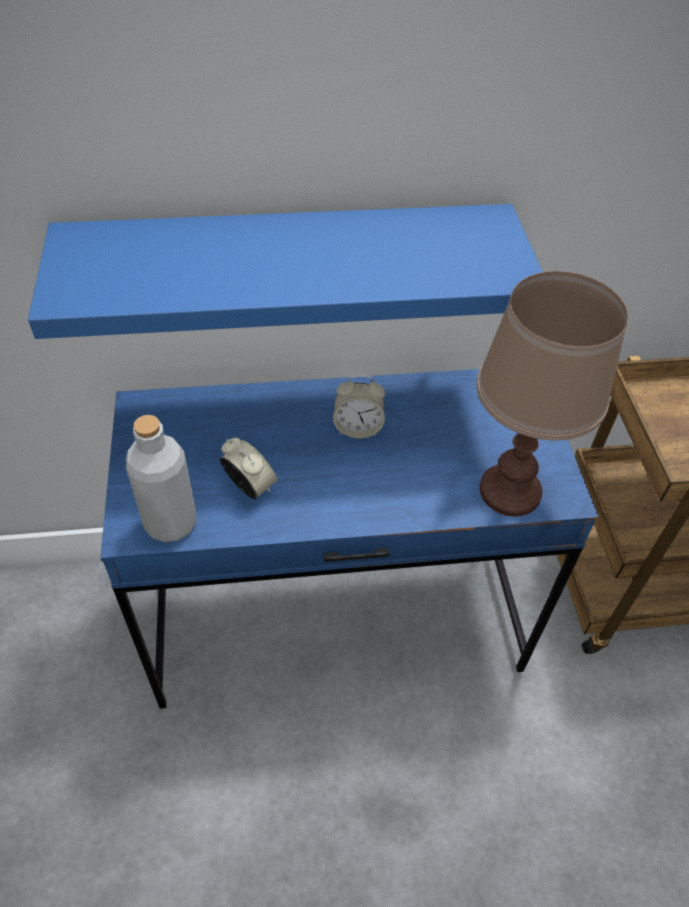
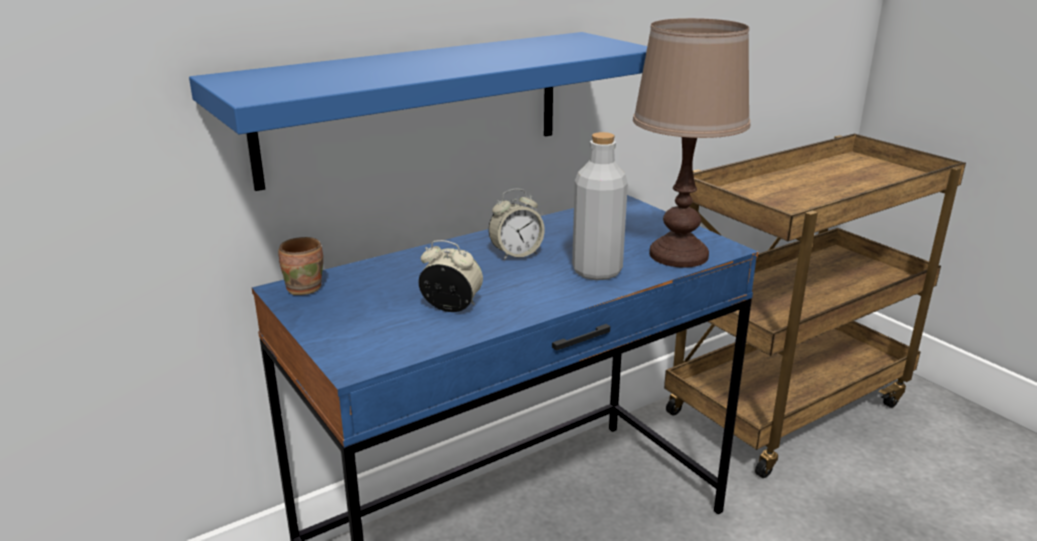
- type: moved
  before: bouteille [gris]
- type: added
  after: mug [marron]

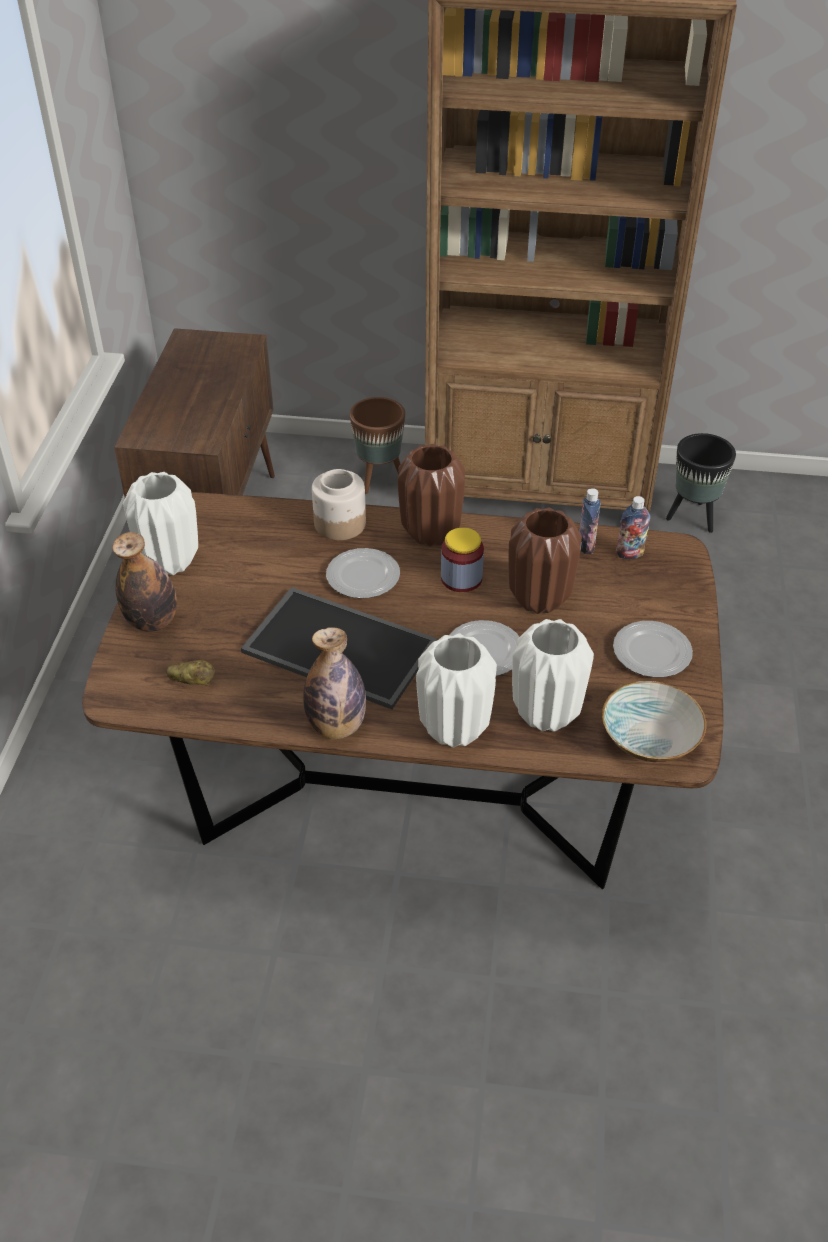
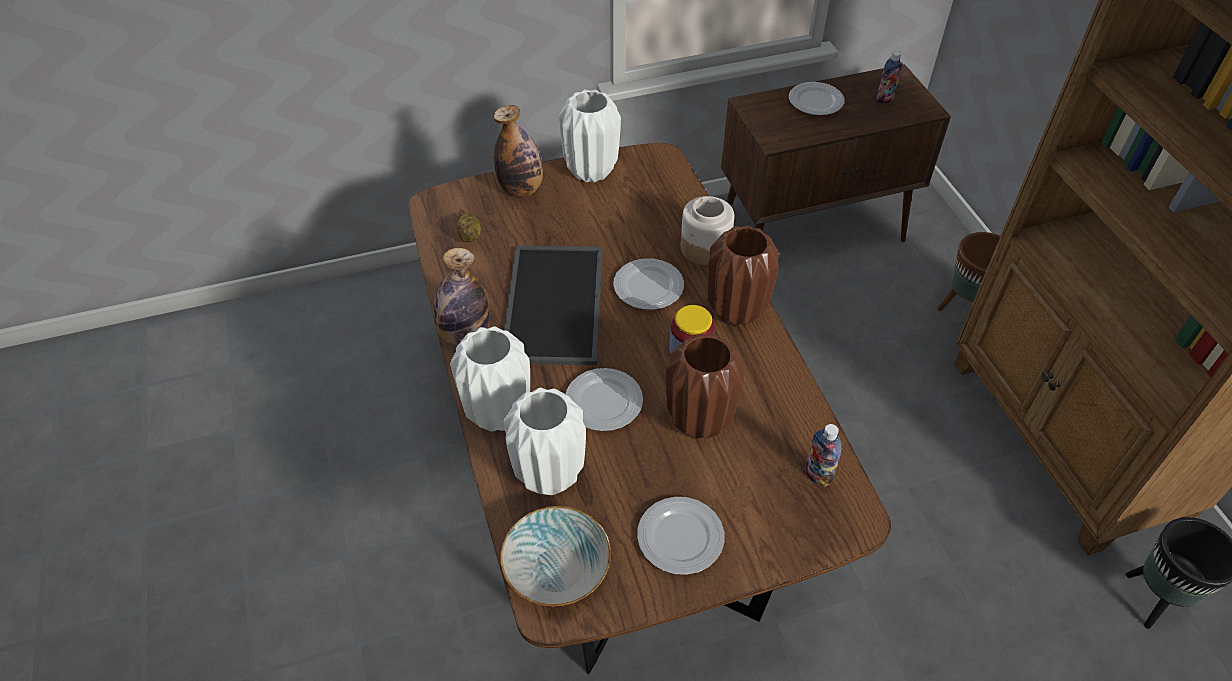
- type: moved
  before: bouteille (3rd from left in the first image)
  after: bouteille (4th from left)
- type: added
  after: assiette (4th from left)

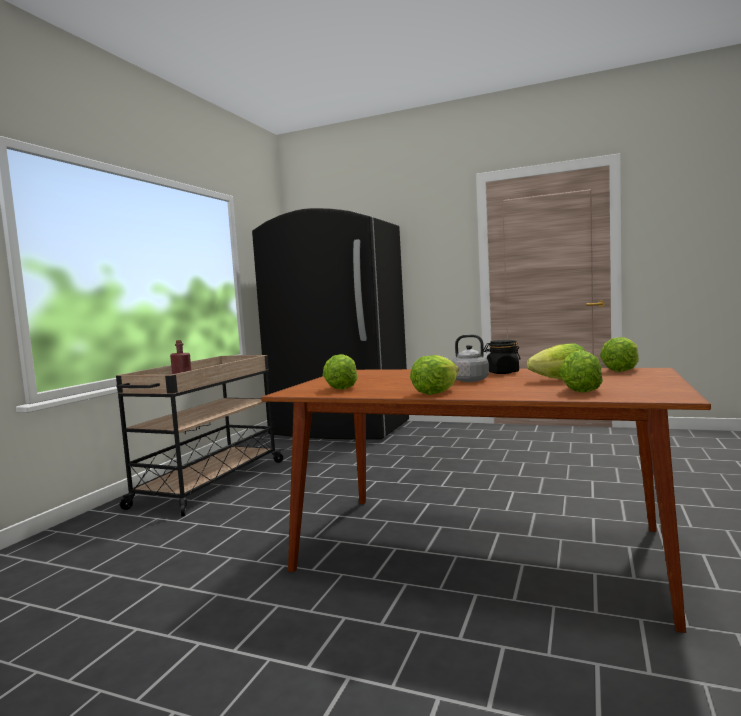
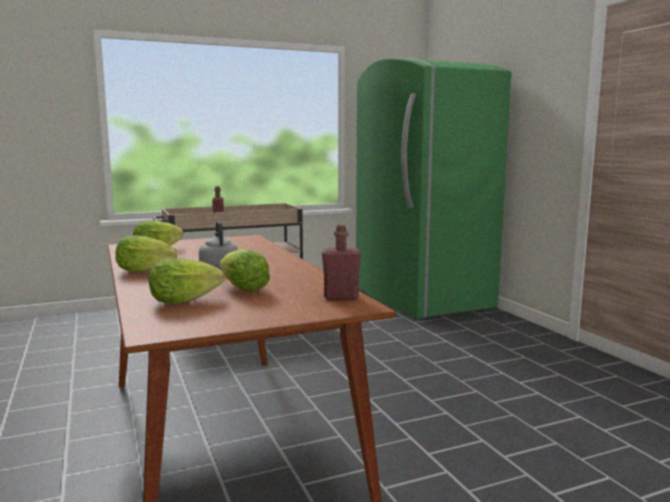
- type: recoloured
  before: réfrigérateur [noir]
  after: réfrigérateur [vert]
- type: replaced
  before: laitue (5th from left)
  after: bouteille [rouge] (2nd from left)
- type: removed
  before: bocal [noir]

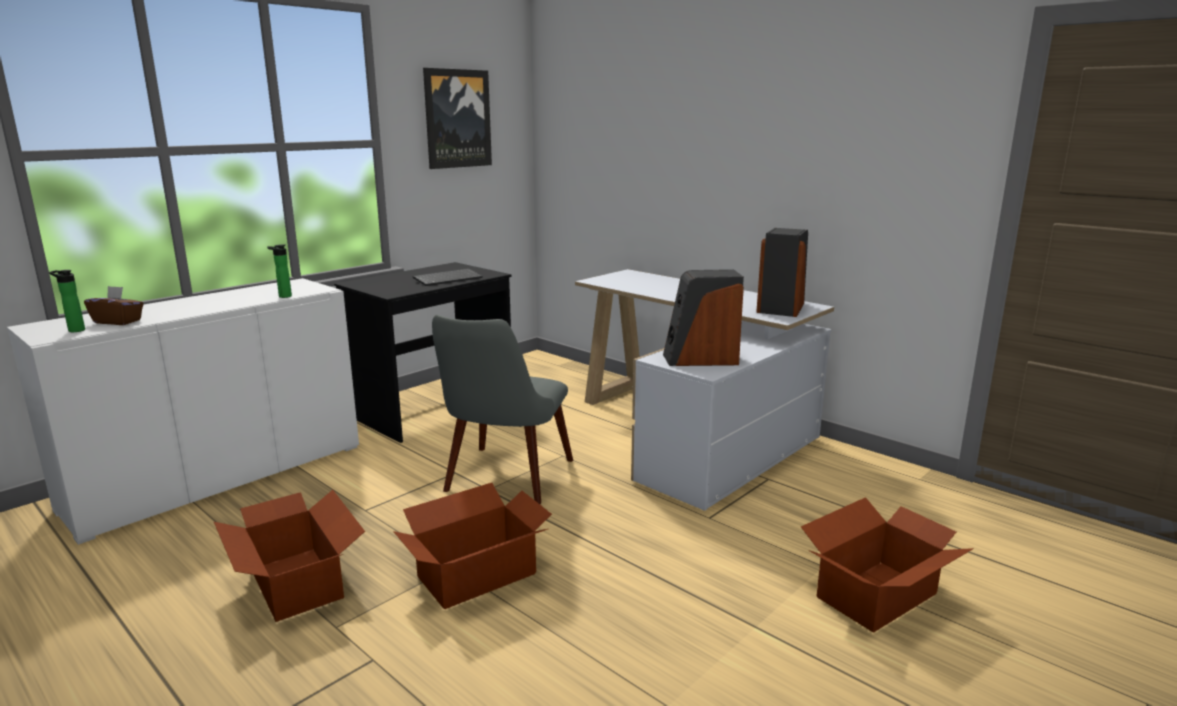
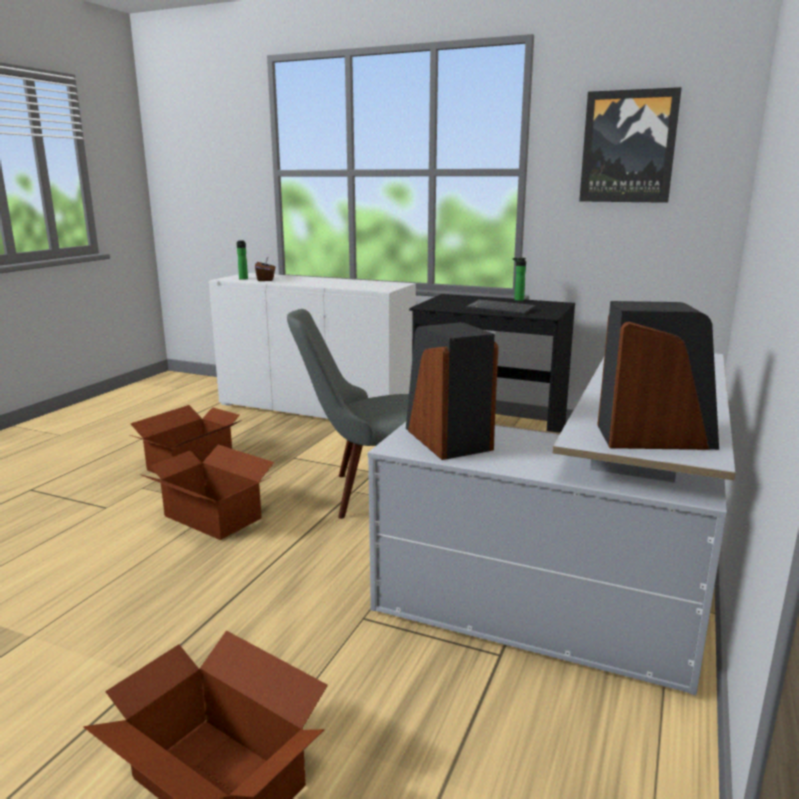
- type: moved
  before: bouteille (2nd from left)

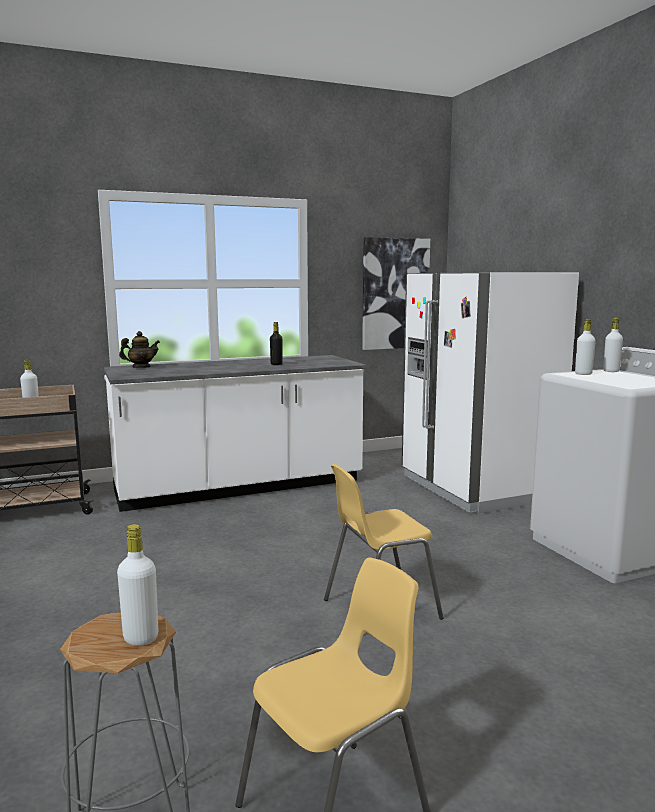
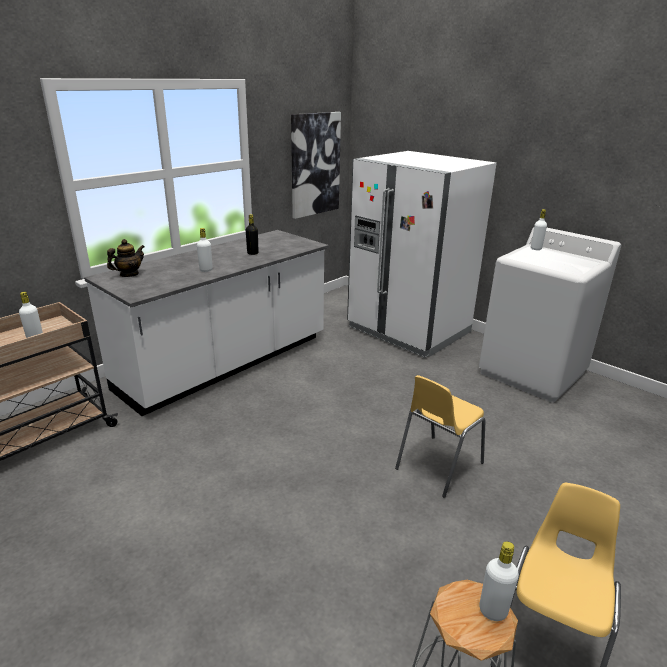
- type: moved
  before: bouteille [blanc] (3rd from left in the first image)
  after: bouteille [blanc] (2nd from left)

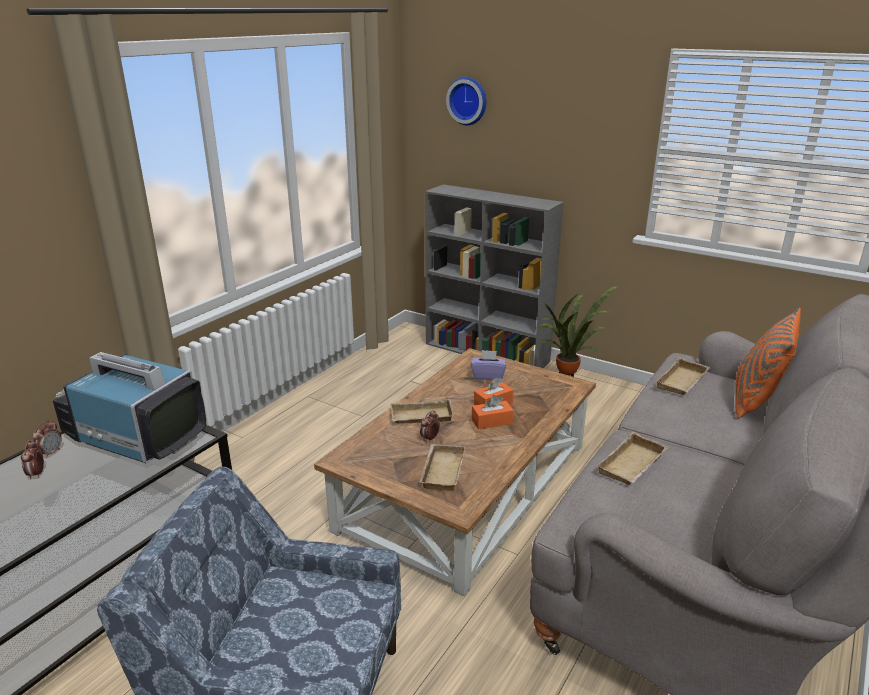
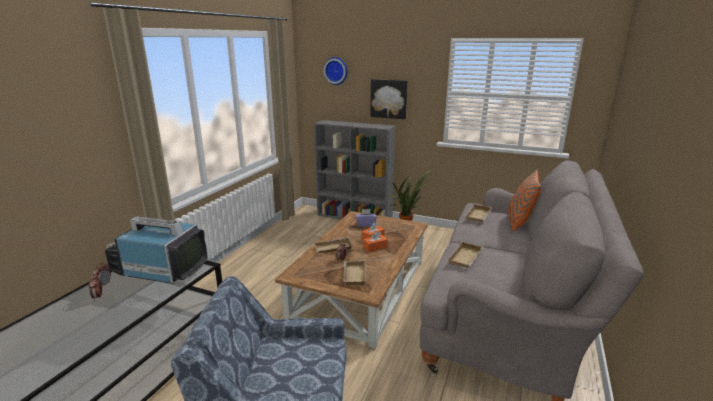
- type: added
  after: tableau

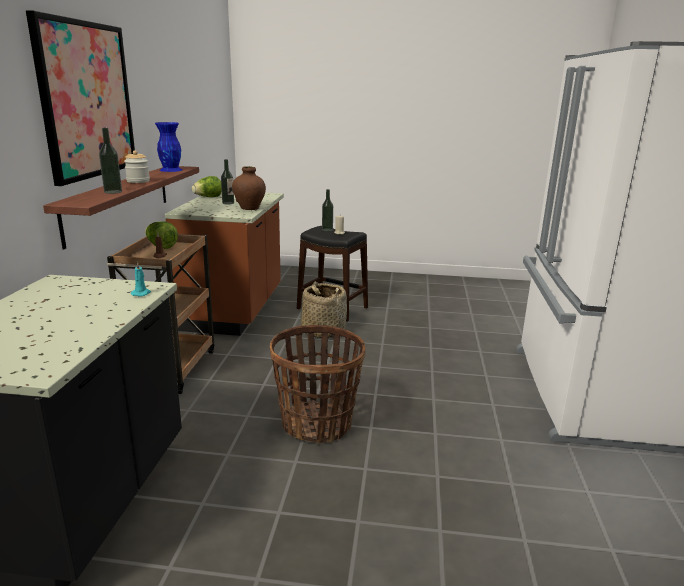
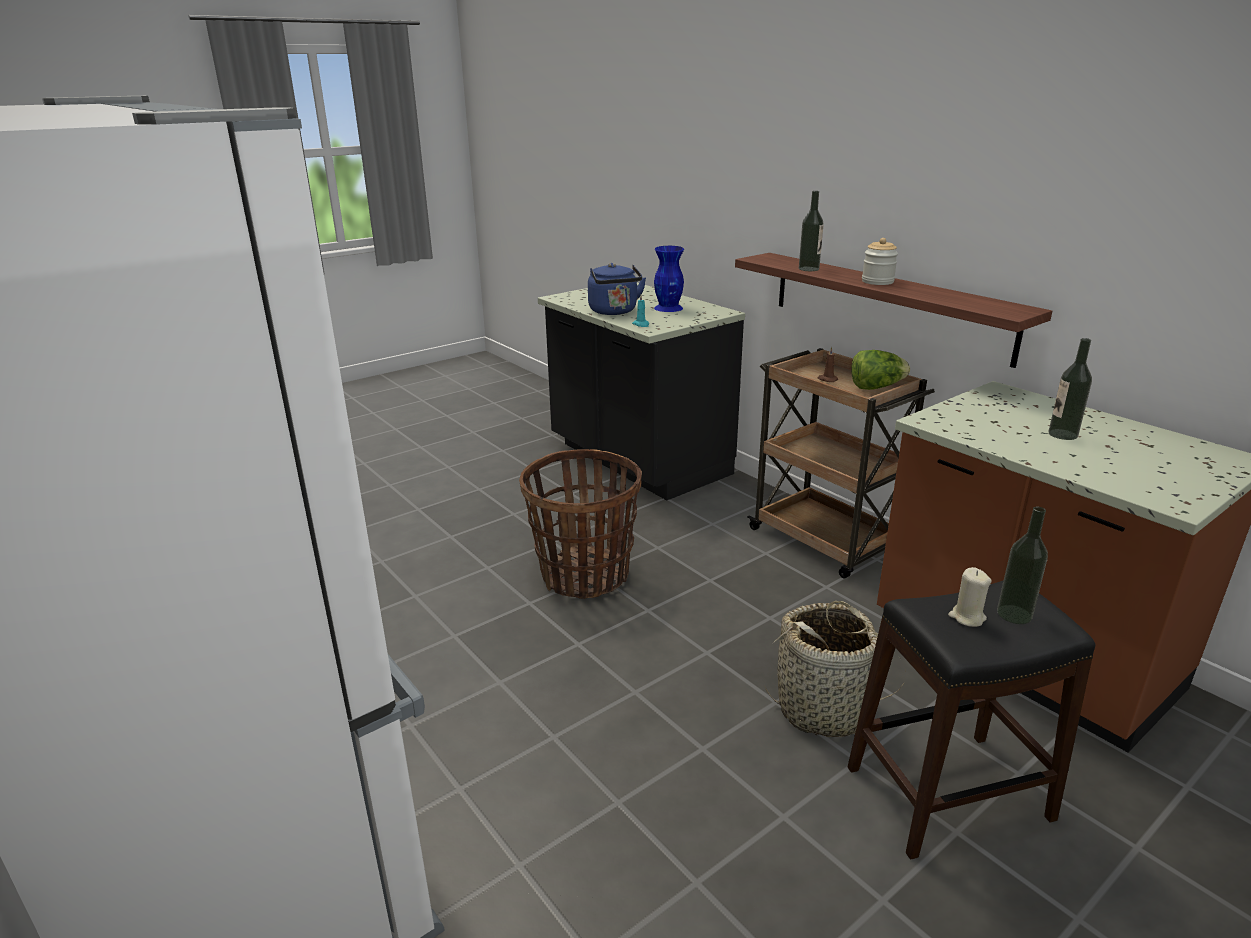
- type: removed
  before: tableau
- type: moved
  before: vase [bleu]
- type: removed
  before: vase [marron]
- type: removed
  before: laitue (2nd from left)
- type: added
  after: bouilloire [bleu]

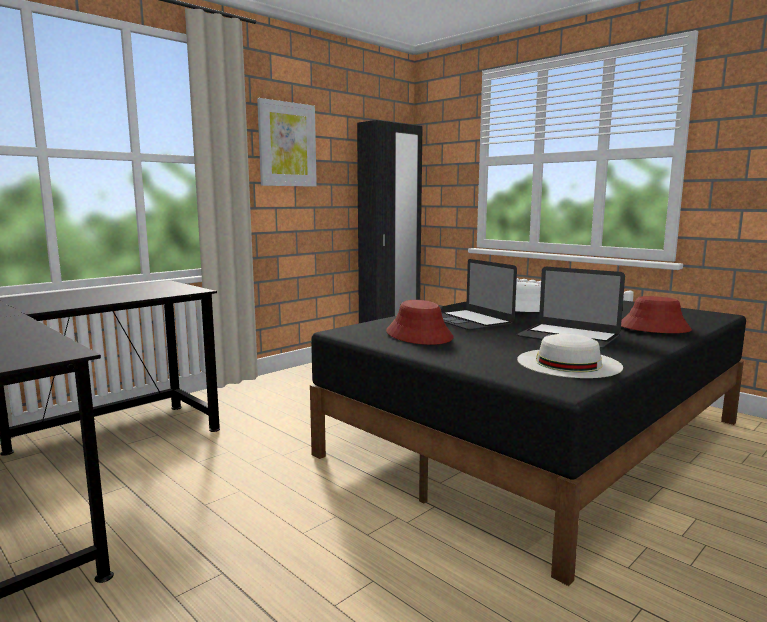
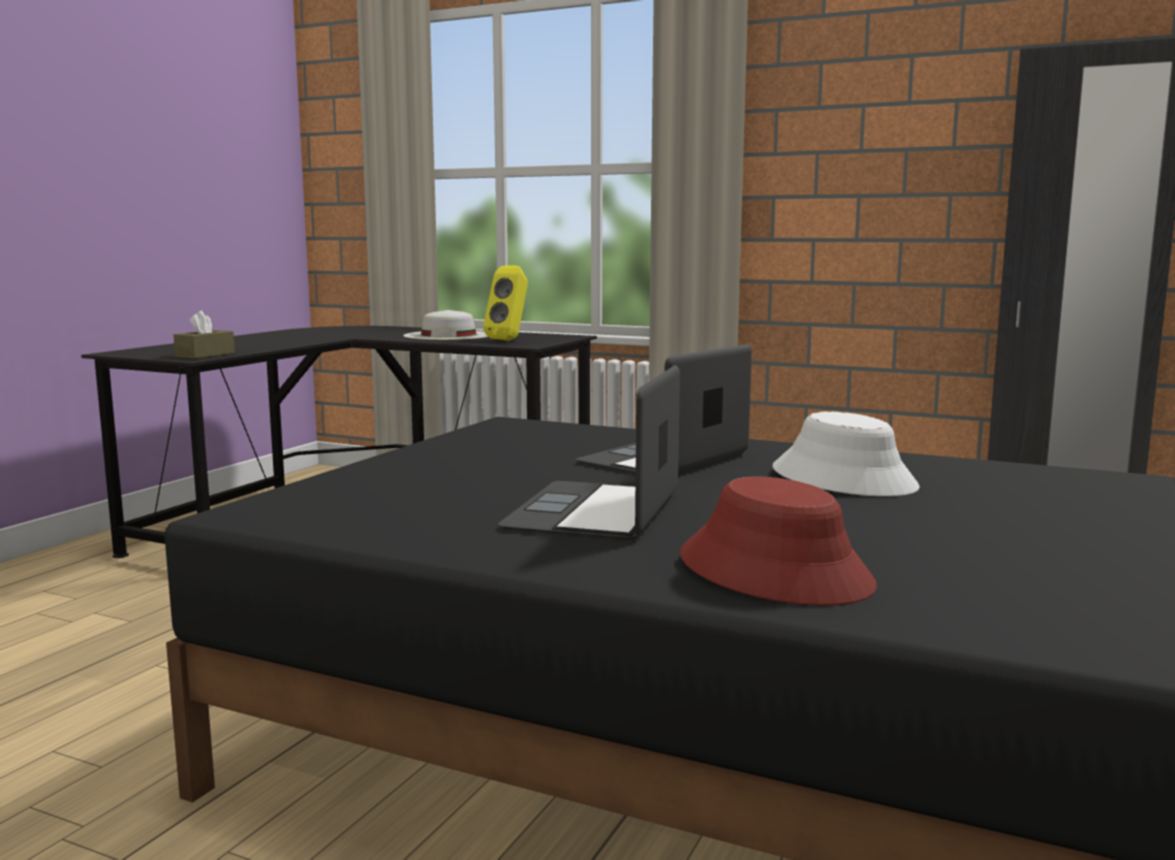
- type: removed
  before: tableau
- type: removed
  before: chapeau [rouge] (1st from left)
- type: moved
  before: chapeau [blanc] (2nd from left in the first image)
  after: chapeau [blanc] (1st from left)
- type: added
  after: enceinte [jaune]
- type: added
  after: boîte à mouchoirs [marron]

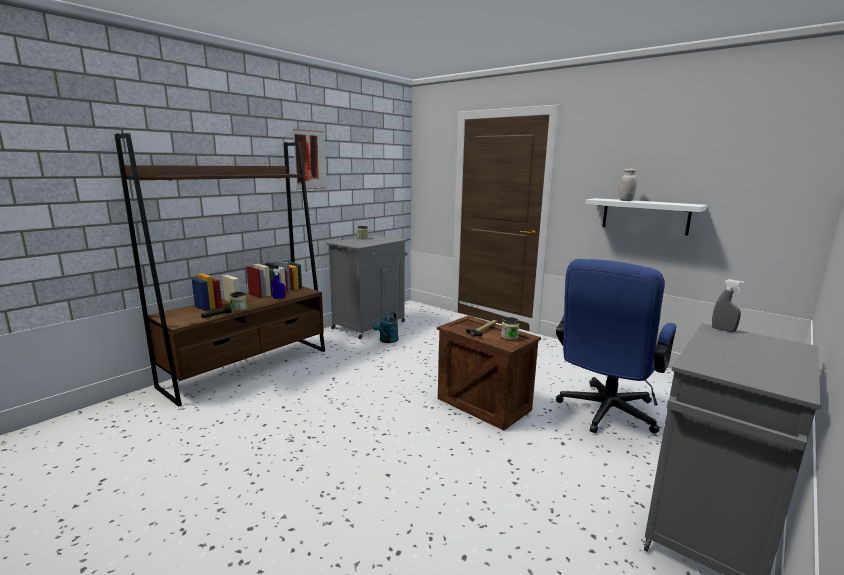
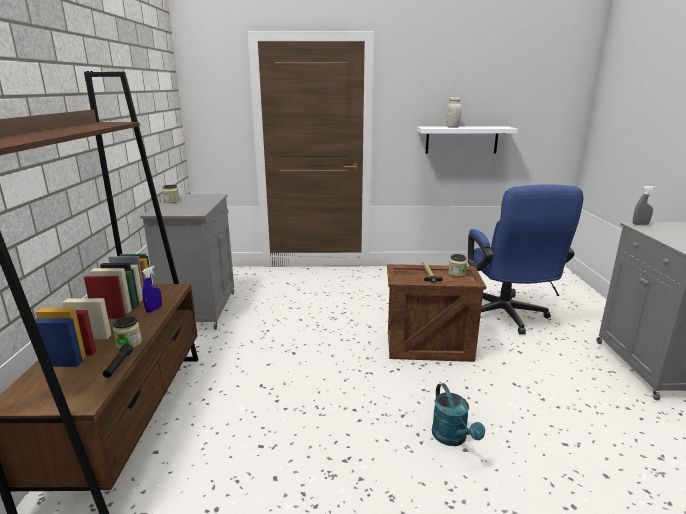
- type: removed
  before: tableau
- type: moved
  before: arrosoir [turquoise]

